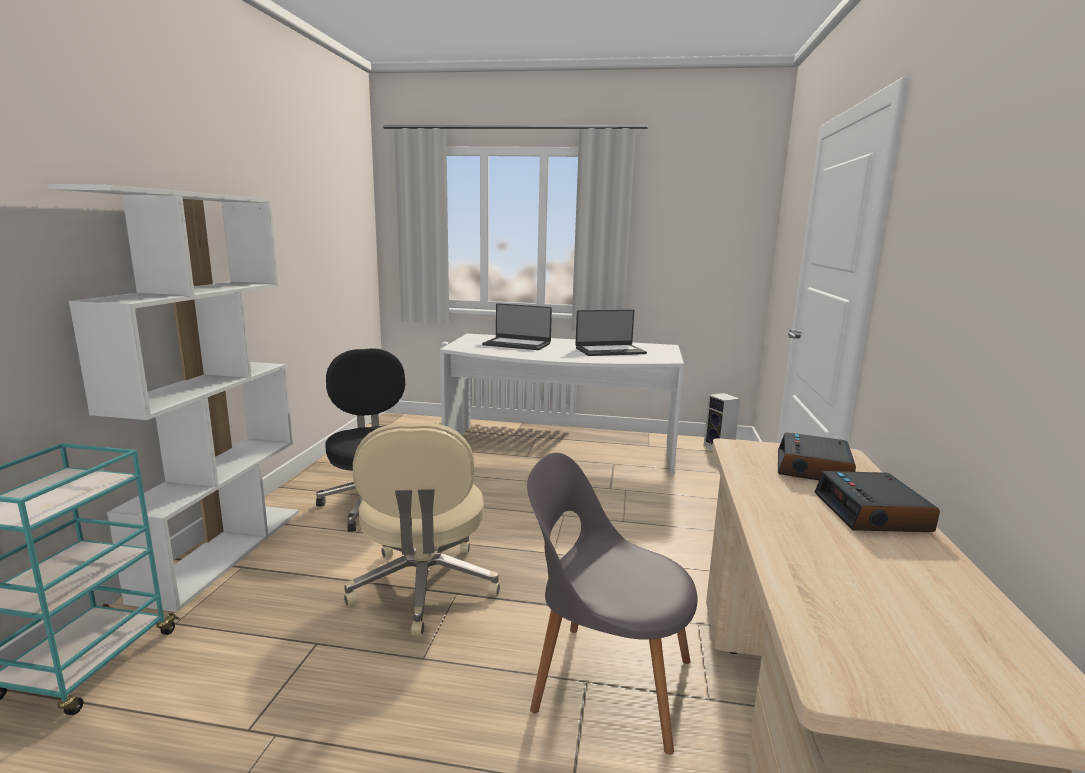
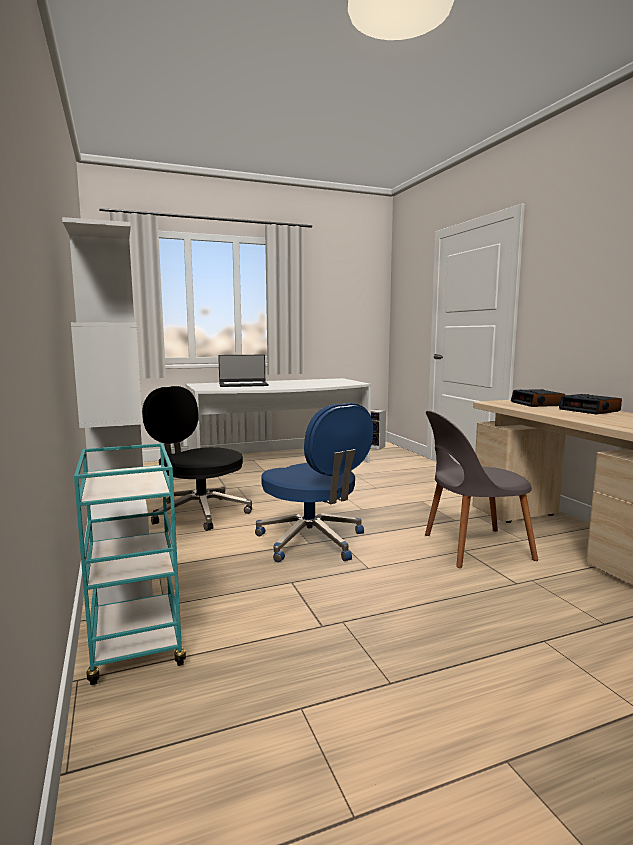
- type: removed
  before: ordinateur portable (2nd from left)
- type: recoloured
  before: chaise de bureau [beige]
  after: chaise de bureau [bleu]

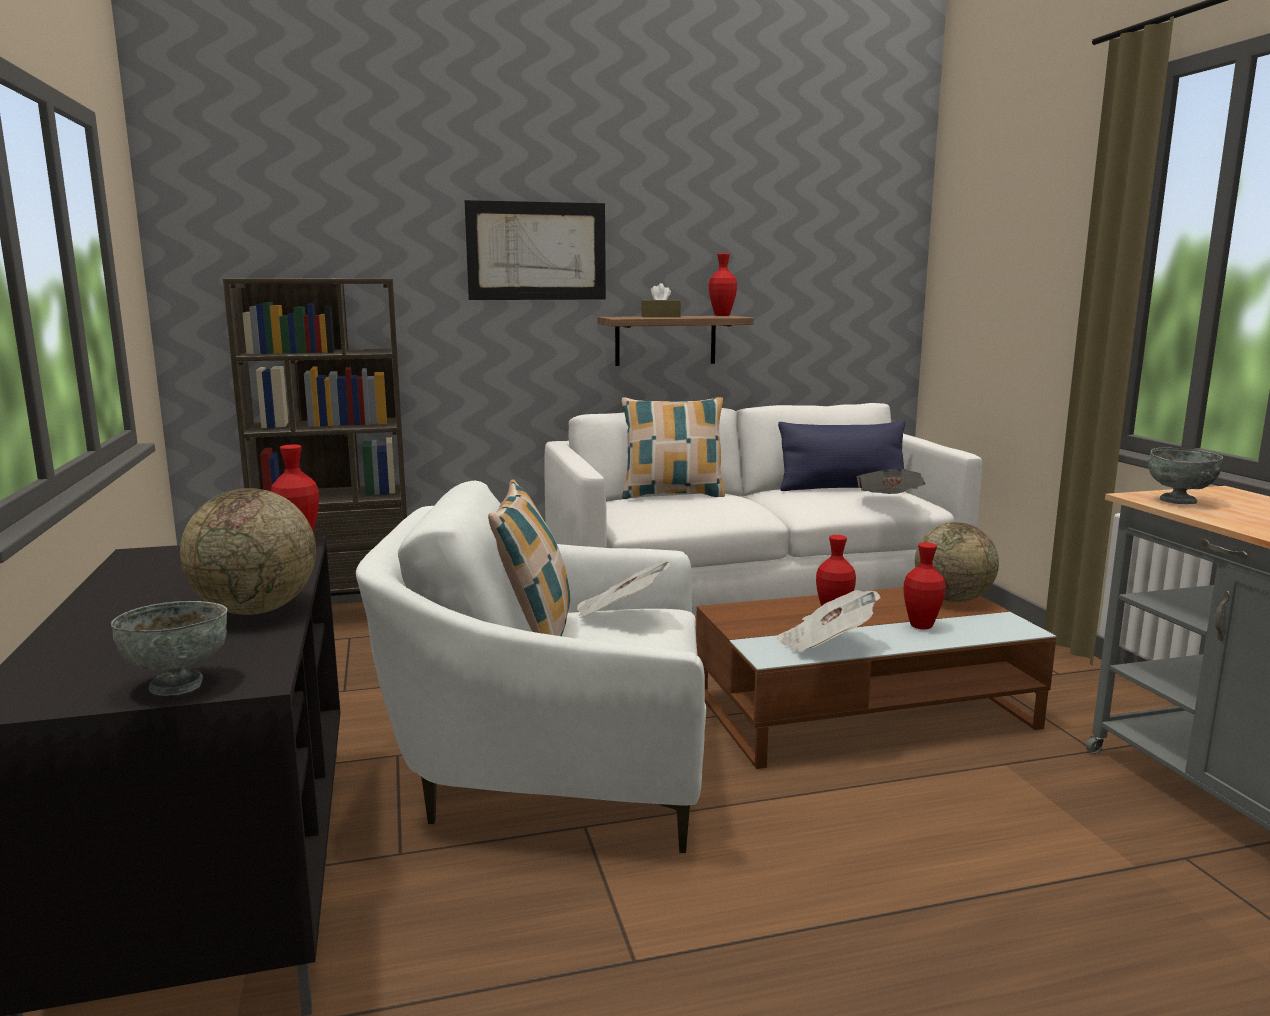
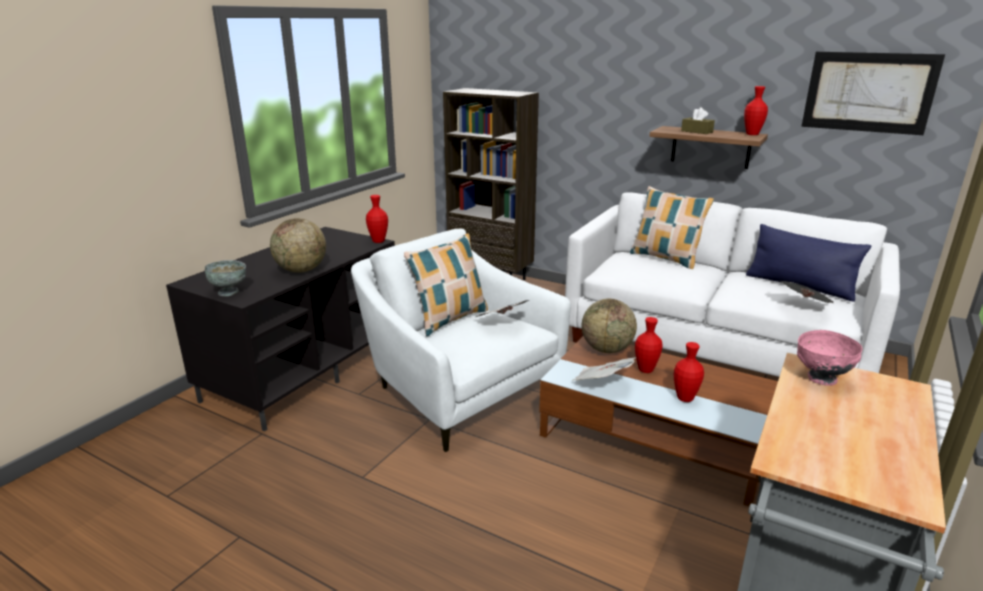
- type: moved
  before: tableau
- type: recoloured
  before: bol [gris] (2nd from left)
  after: bol [rose]
- type: moved
  before: globe (2nd from left)

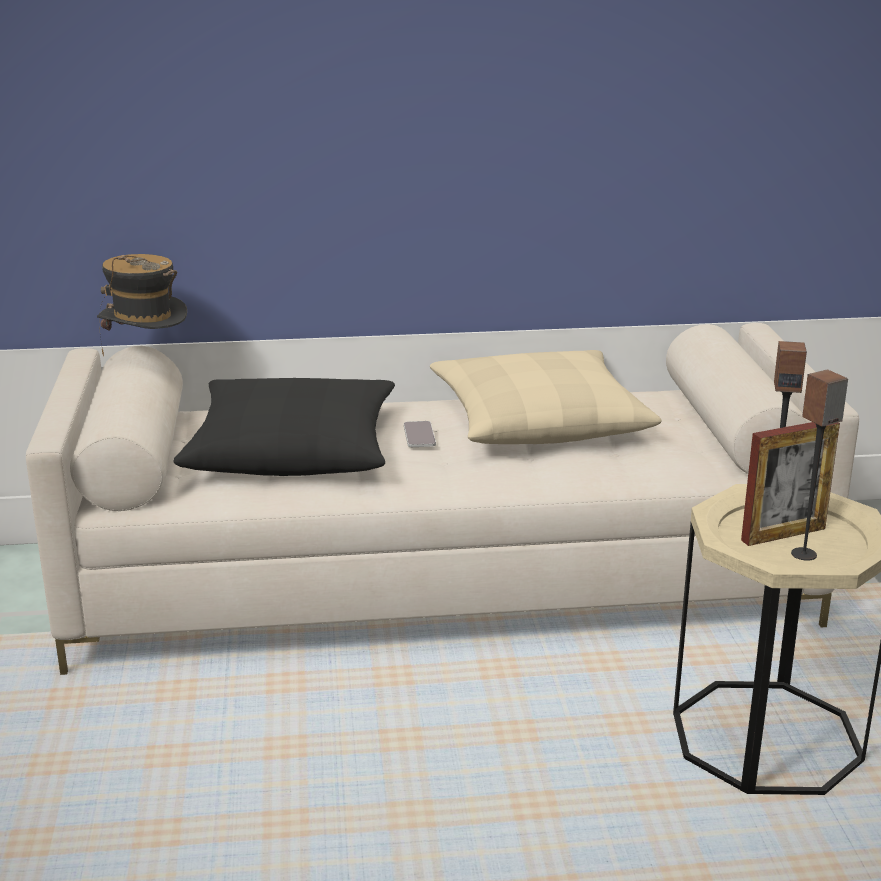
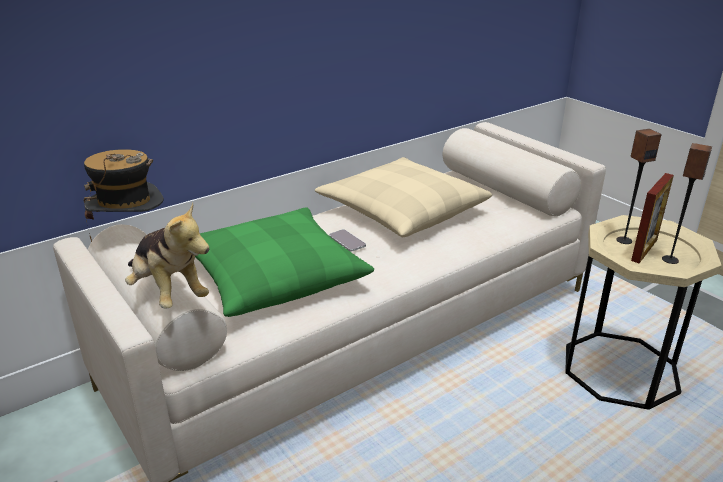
- type: recoloured
  before: coussin [noir]
  after: coussin [vert]
- type: added
  after: peluche

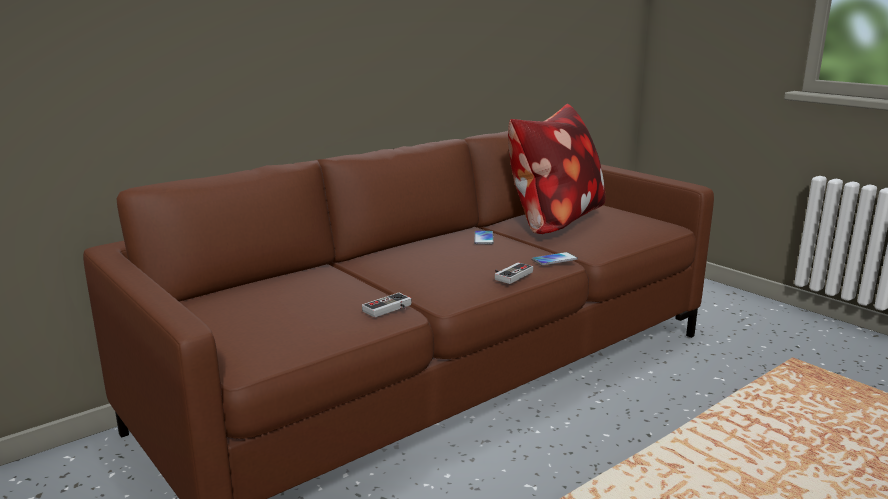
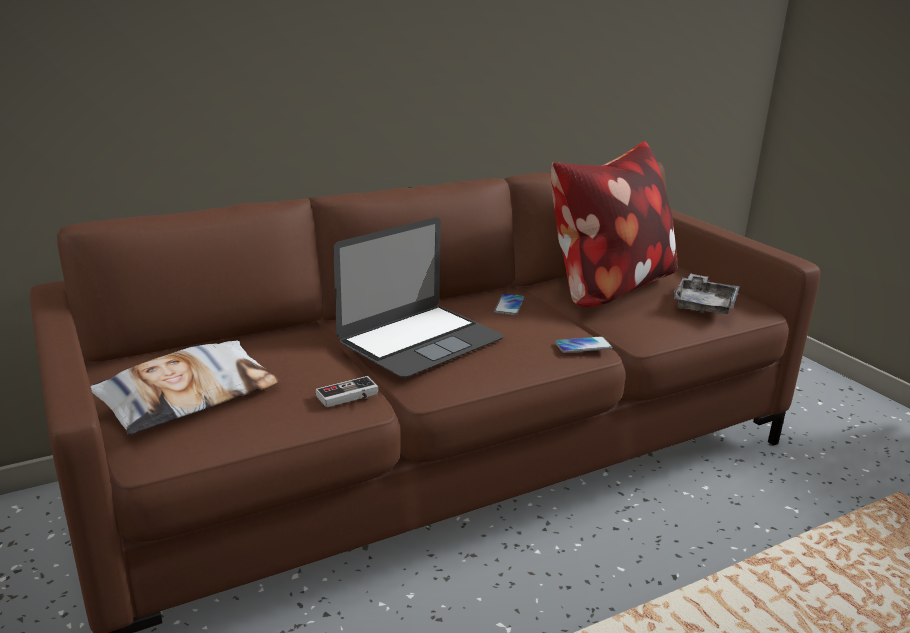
- type: removed
  before: manette (2nd from left)
- type: added
  after: ordinateur portable
- type: added
  after: plateau [gris]
- type: added
  after: coussin (1st from left)

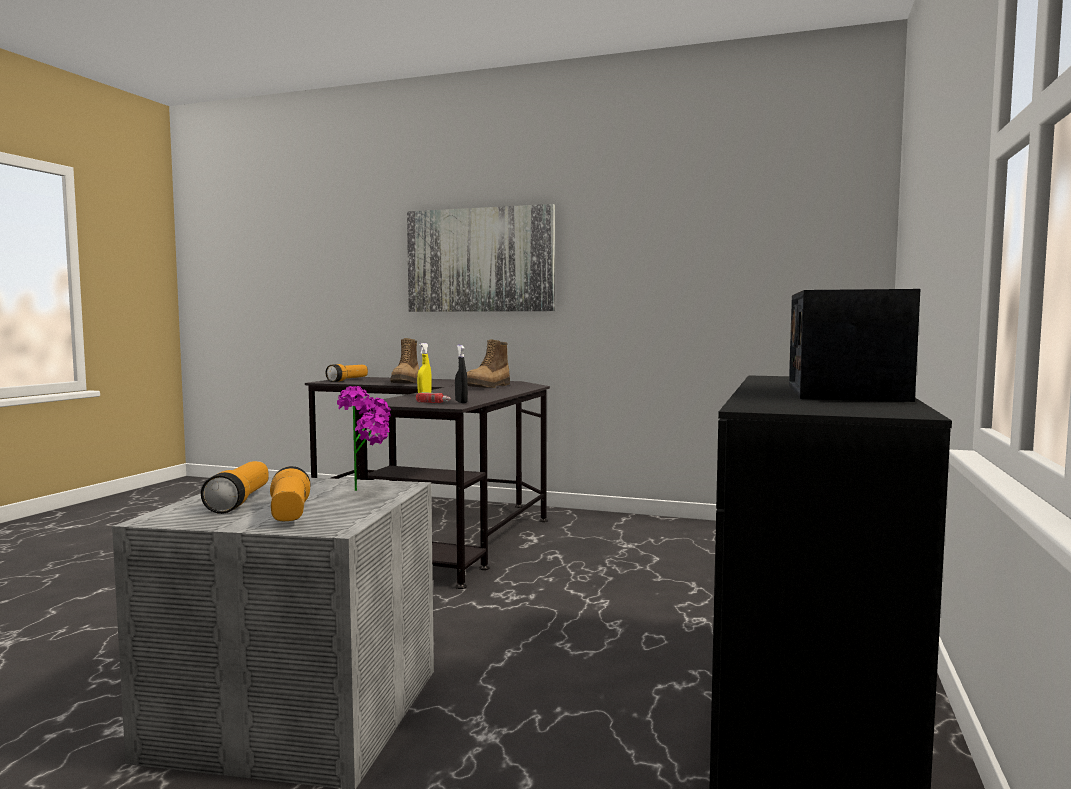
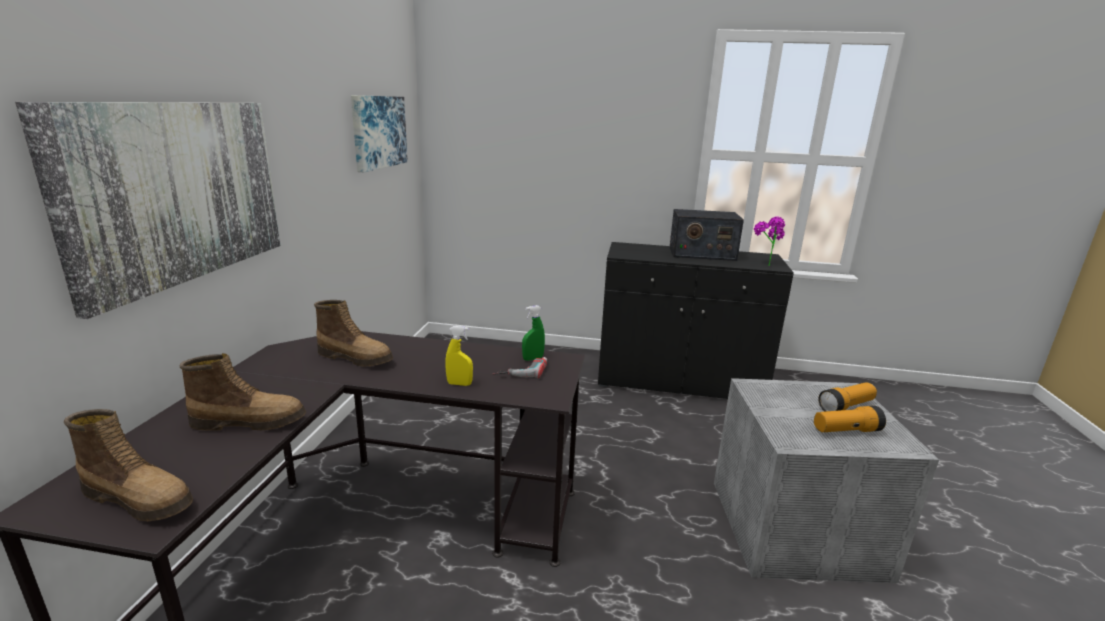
- type: recoloured
  before: vaporisateur [noir]
  after: vaporisateur [vert]
- type: replaced
  before: lampe de poche (3rd from left)
  after: botte (1st from left)
- type: moved
  before: plante en pot
- type: added
  after: tableau (2nd from left)

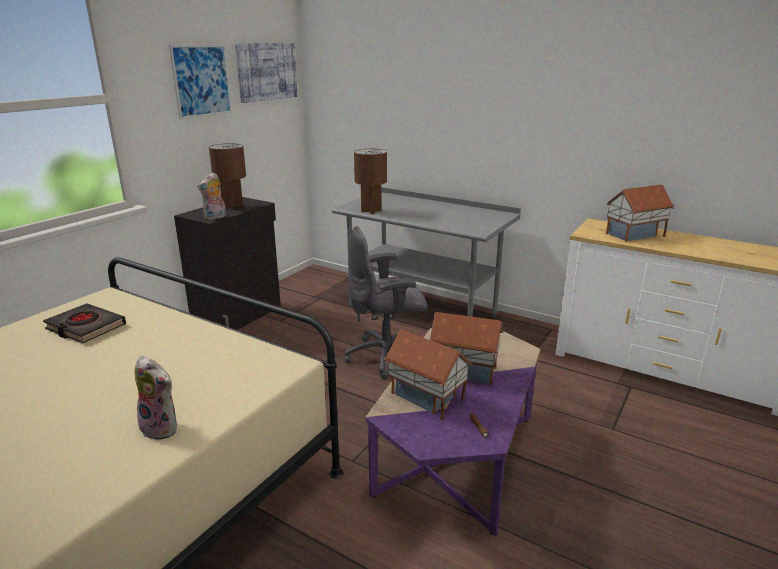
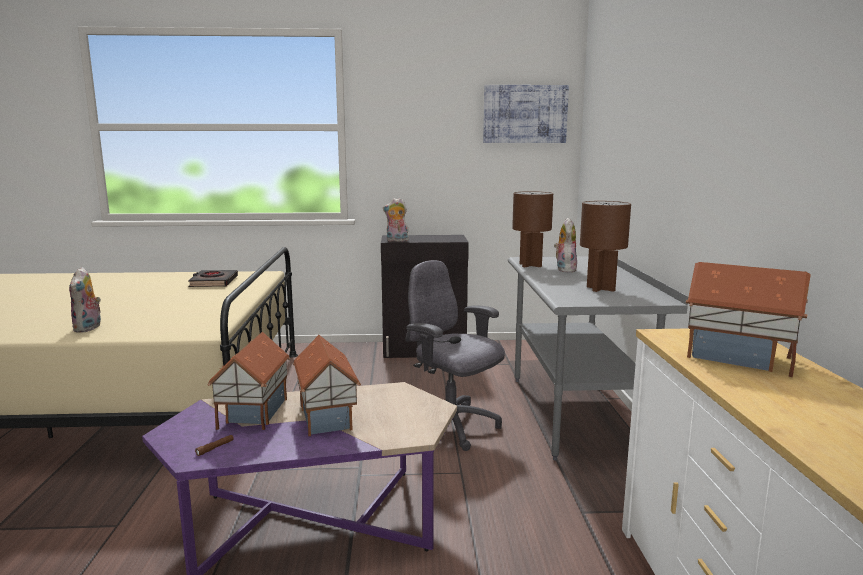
- type: removed
  before: tableau (1st from left)
- type: moved
  before: lampe de table [marron] (1st from left in the first image)
  after: lampe de table [marron] (2nd from left)
- type: added
  after: peluche (3rd from left)

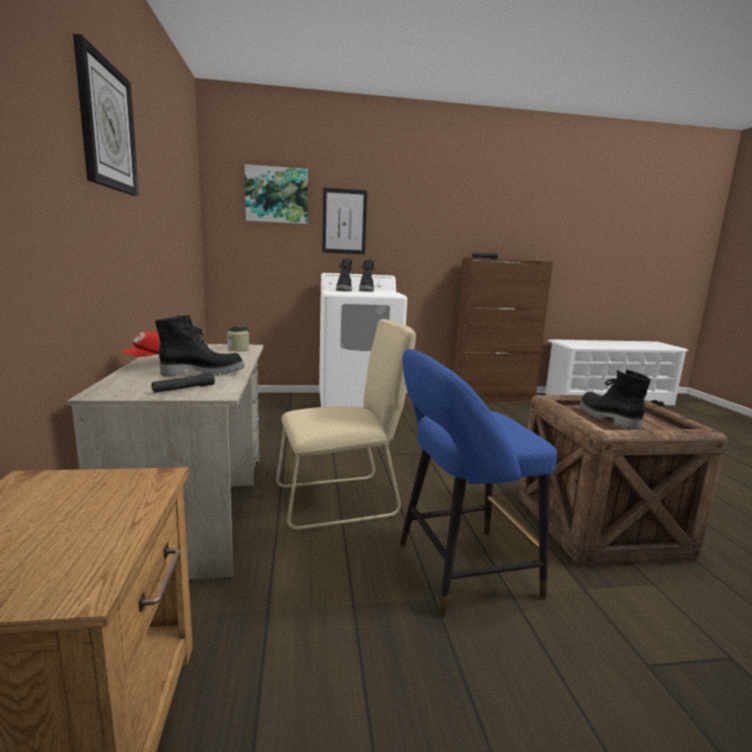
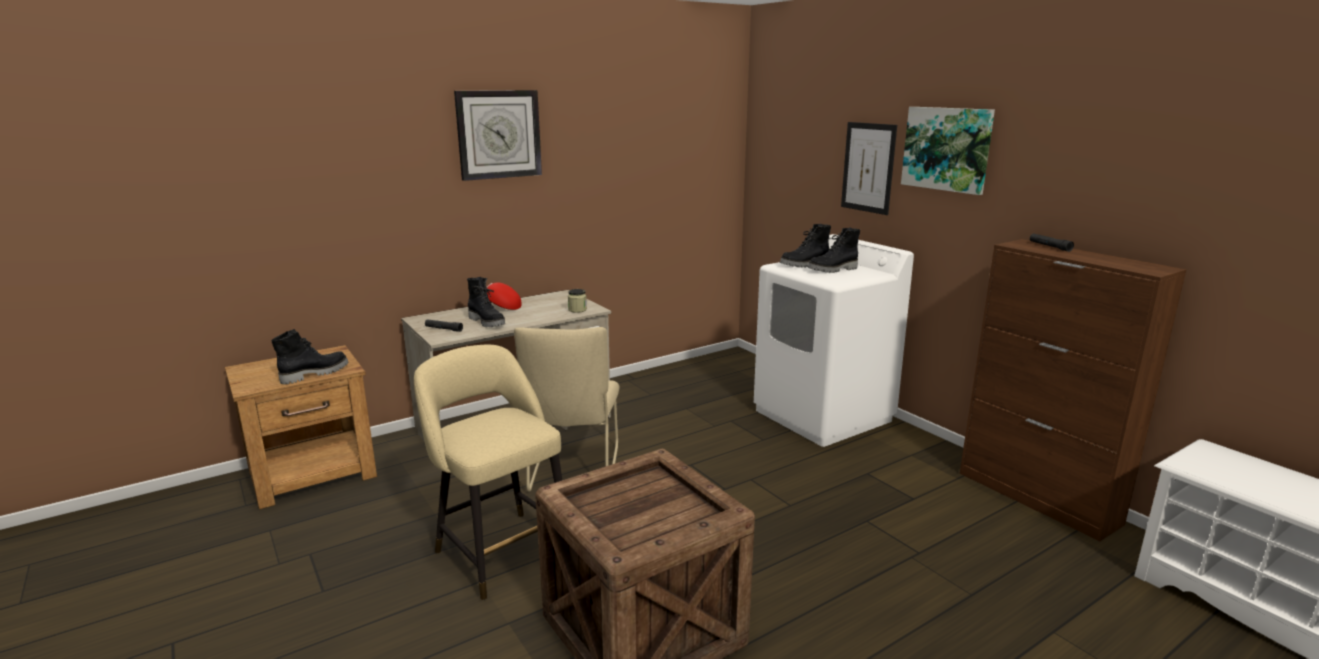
- type: moved
  before: tableau (1st from left in the first image)
  after: tableau (2nd from left)
- type: turned
  before: chaise [beige]
  turn: 45
- type: recoloured
  before: tabouret [bleu]
  after: tabouret [beige]
- type: moved
  before: botte [noir] (4th from left in the first image)
  after: botte [noir] (1st from left)

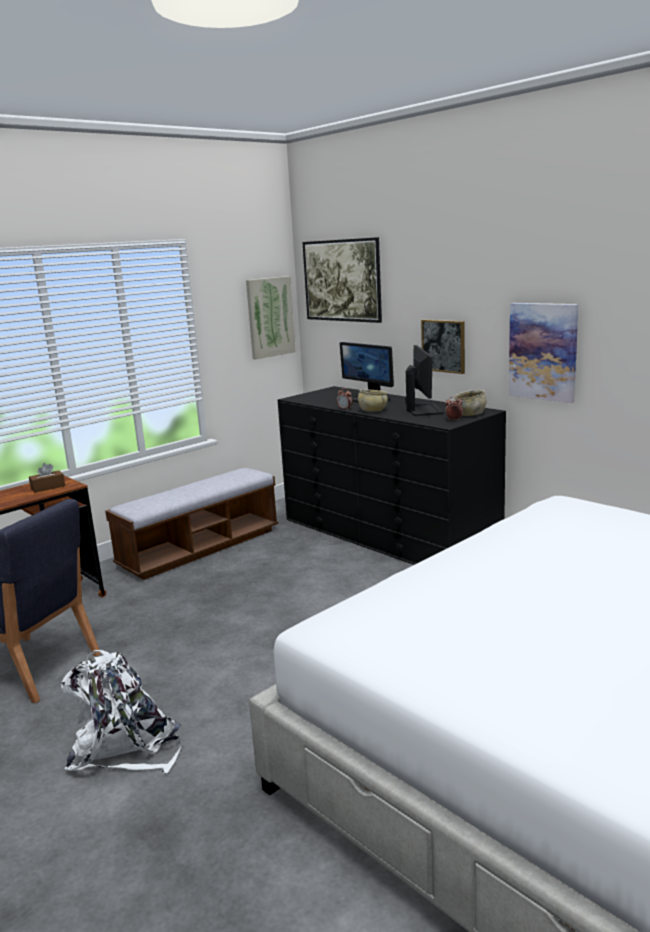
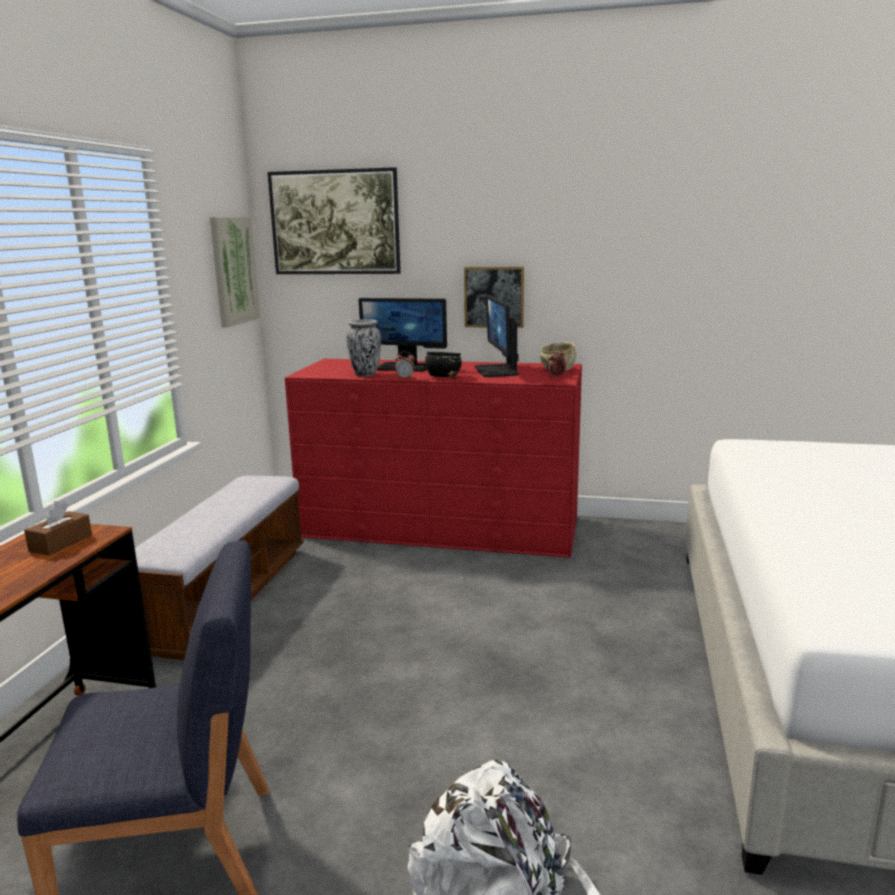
- type: removed
  before: tableau (4th from left)
- type: turned
  before: écran d'ordinateur (2nd from left)
  turn: -150
- type: recoloured
  before: commode [noir]
  after: commode [rouge]
- type: recoloured
  before: bol [beige] (1st from left)
  after: bol [noir]
- type: added
  after: vase

